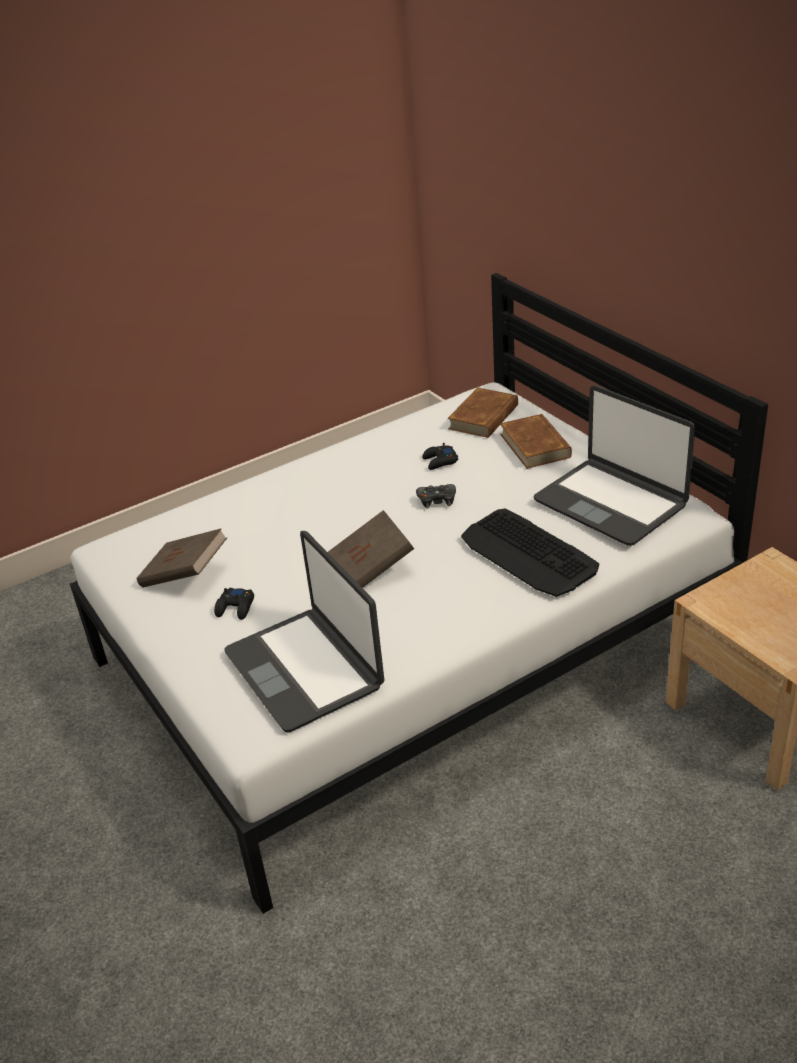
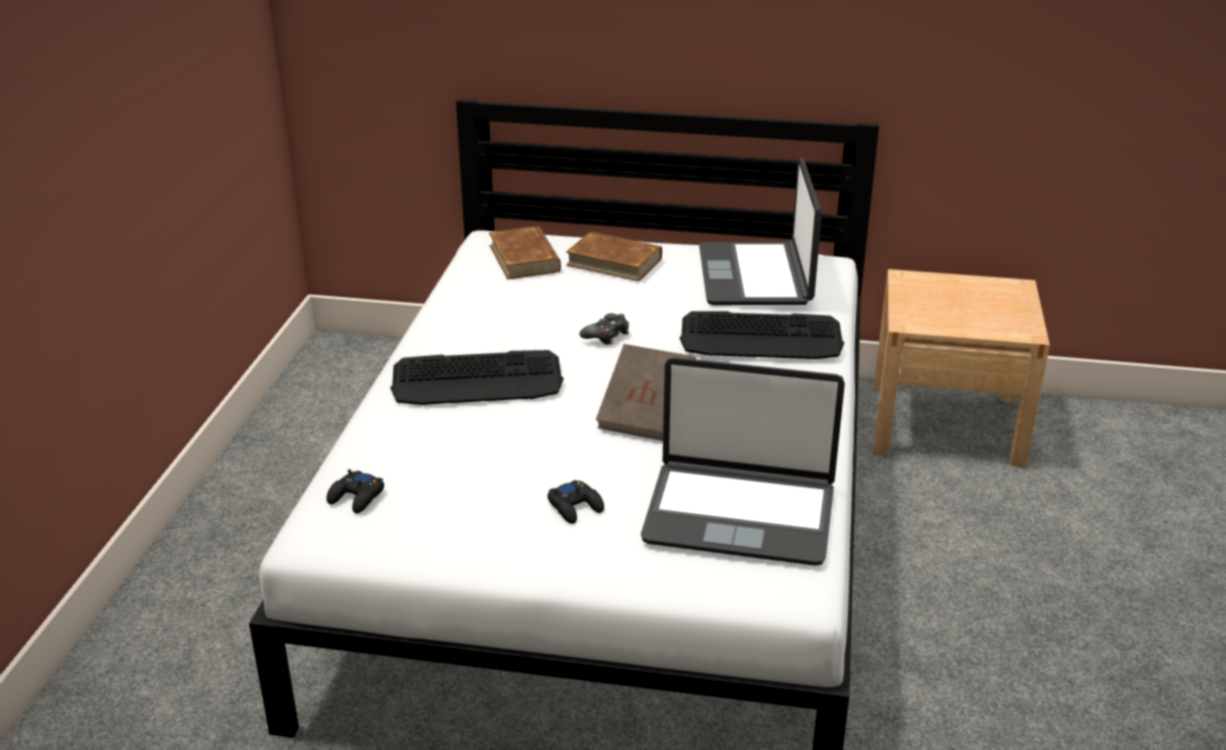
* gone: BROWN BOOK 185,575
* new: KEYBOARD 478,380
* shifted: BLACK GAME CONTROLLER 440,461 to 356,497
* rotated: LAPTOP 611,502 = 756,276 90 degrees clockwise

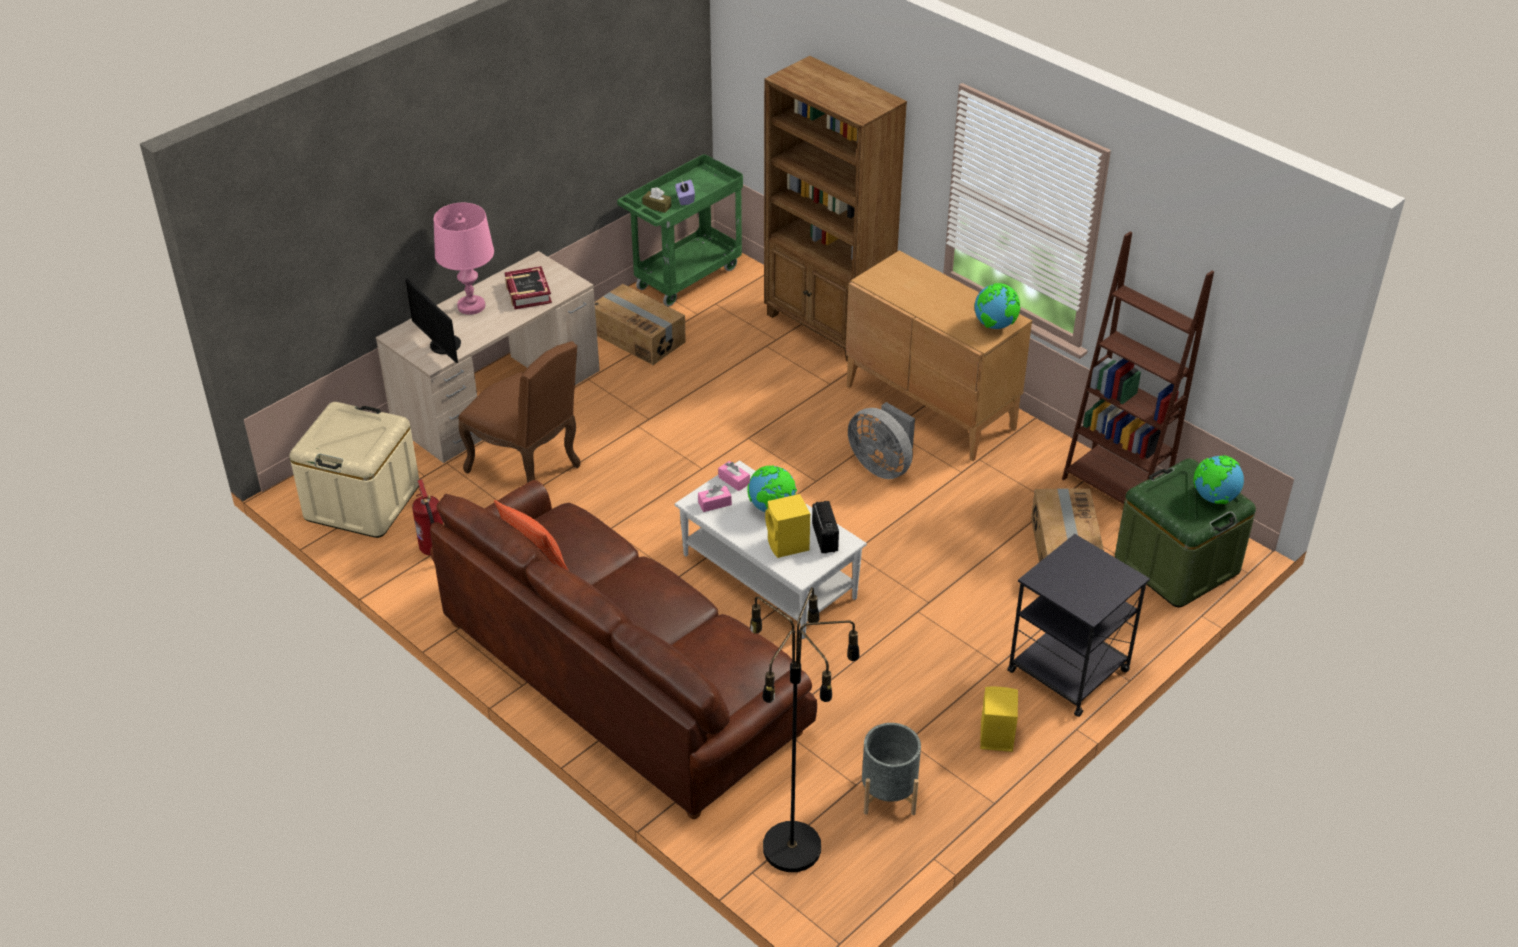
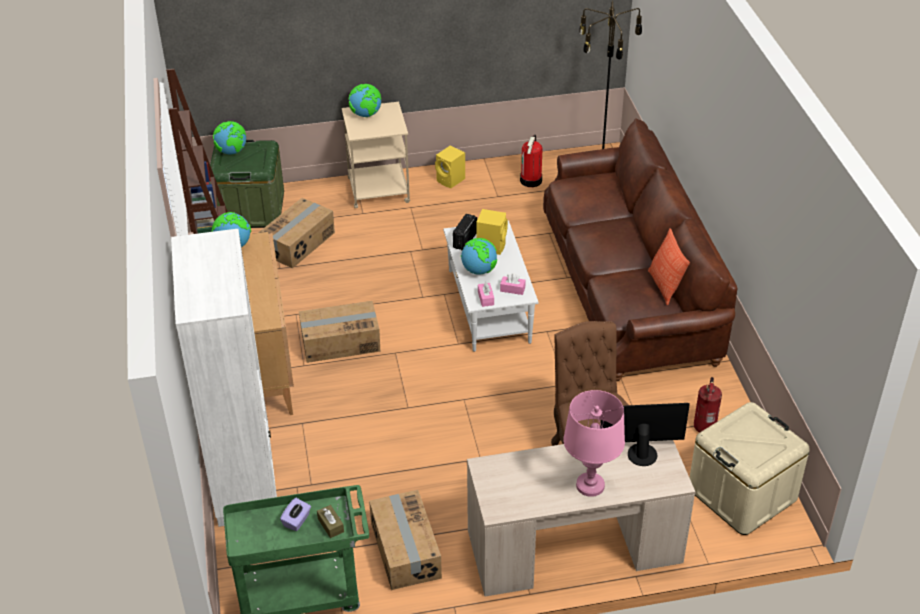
* gone: BOOK 528,293
* new: GLOBE 366,115
* swapped: GREY FAN 882,466 to CARDBOARD BOX 340,342
* swapped: GREY PLANTER 888,794 to FIRE EXTINGUISHER 531,181
* repainted: BROWN BOOKCASE 828,328 to WHITE BOOKCASE 244,477
* repainted: BLACK CART 1067,672 to BEIGE CART 379,189
* rotated: MONITOR 442,346 = 641,452 90 degrees counterclockwise

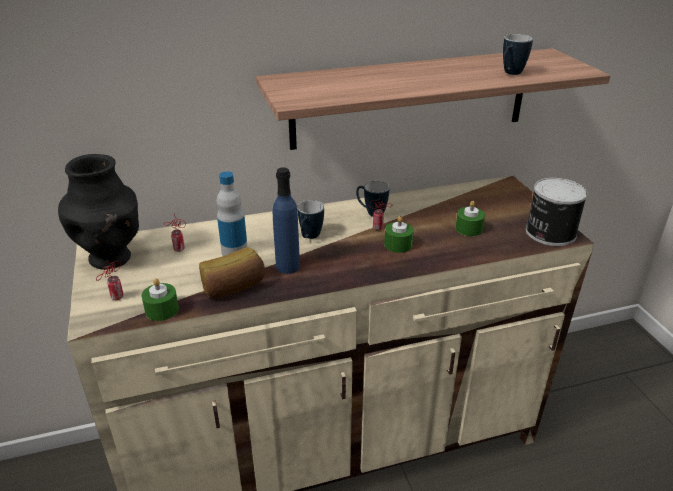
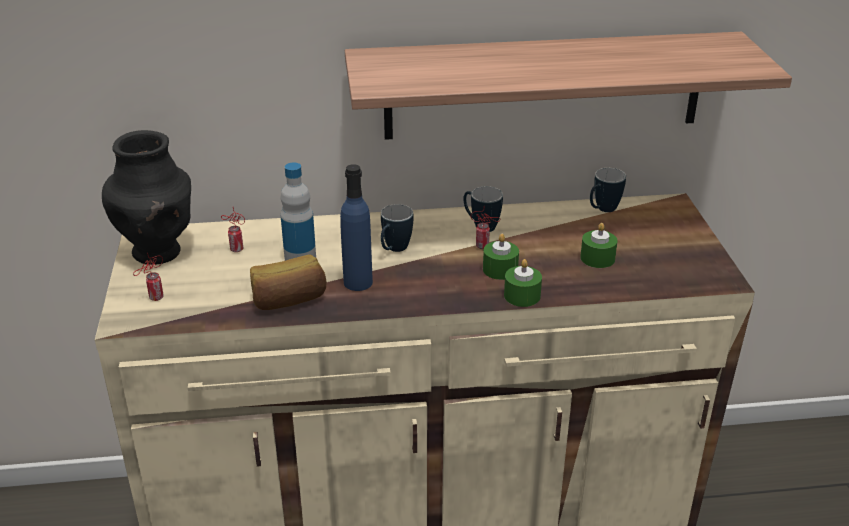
* gone: CAN 549,232
* shifted: GREEN CANDLE 162,310 to 522,296
* shifted: MUG 510,74 to 602,210

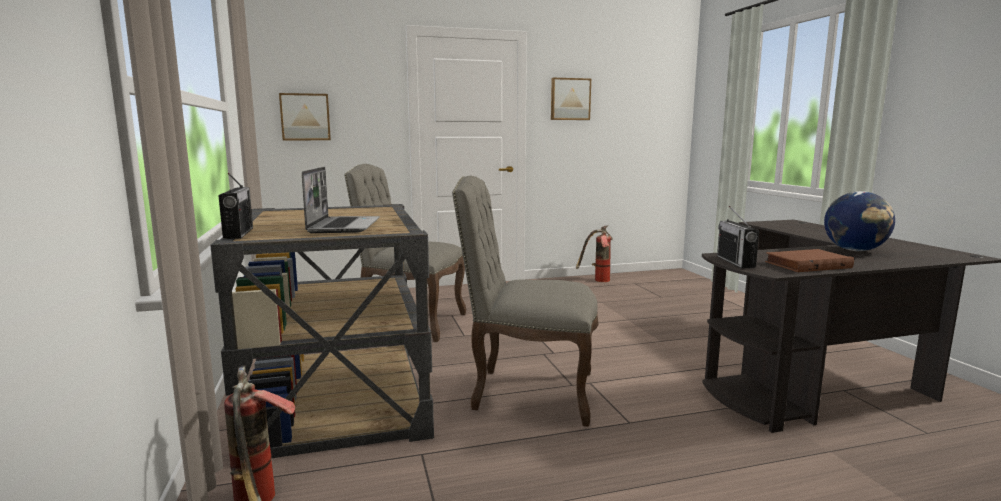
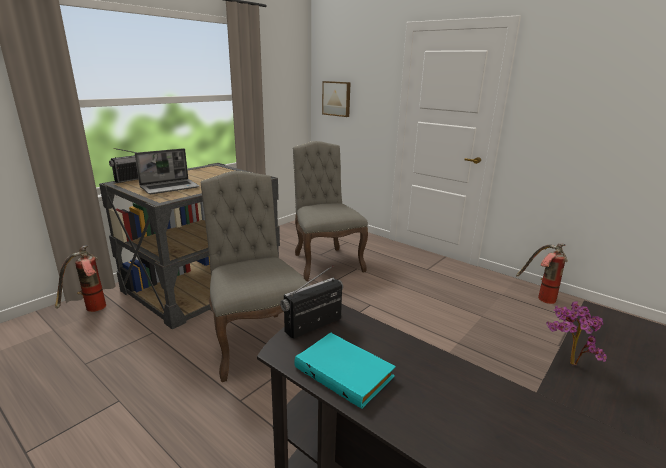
* gone: PICTURE 570,99
* gone: GLOBE 855,250
* new: POTTED PLANT 567,363
* repainted: BROWN BOOK 807,264 to TURQUOISE BOOK 346,371

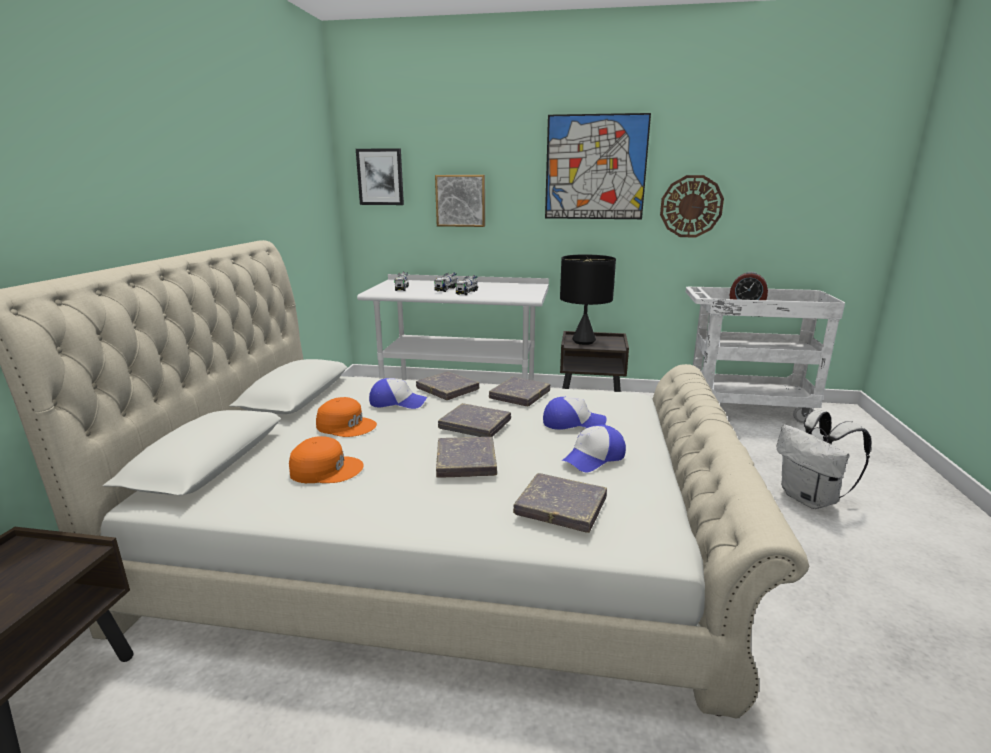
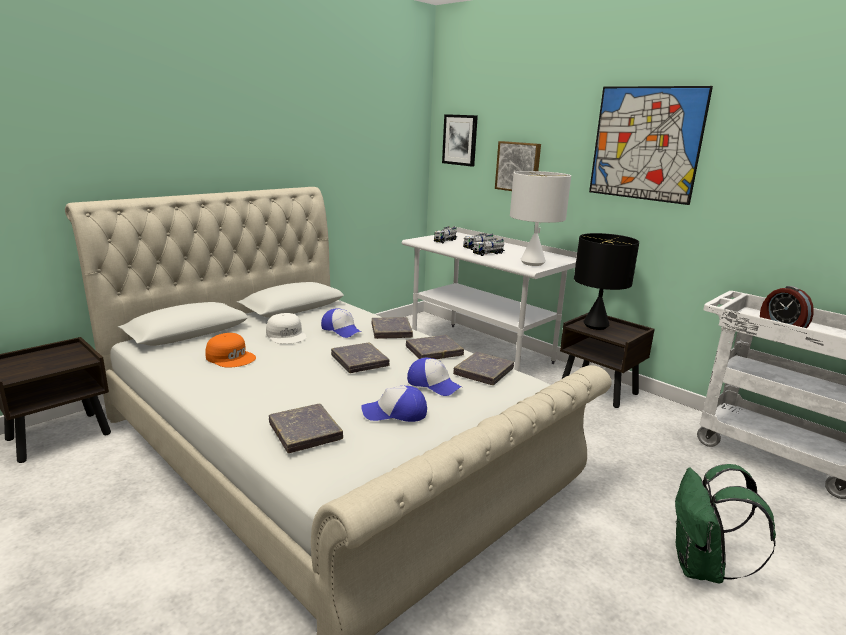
* gone: WALL CLOCK 691,206
* new: WHITE TABLE LAMP 532,263
* shifted: GREY BOOK 466,461 to 483,372
* repainted: ORANGE CAP 346,425 to WHITE CAP 287,335
* repainted: WHITE BACKPACK 810,499 to GREEN BACKPACK 701,568

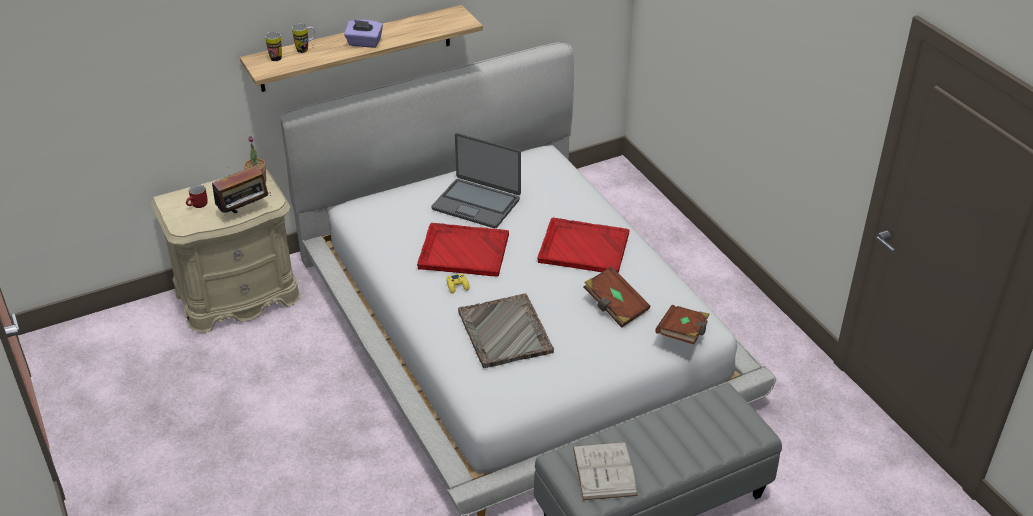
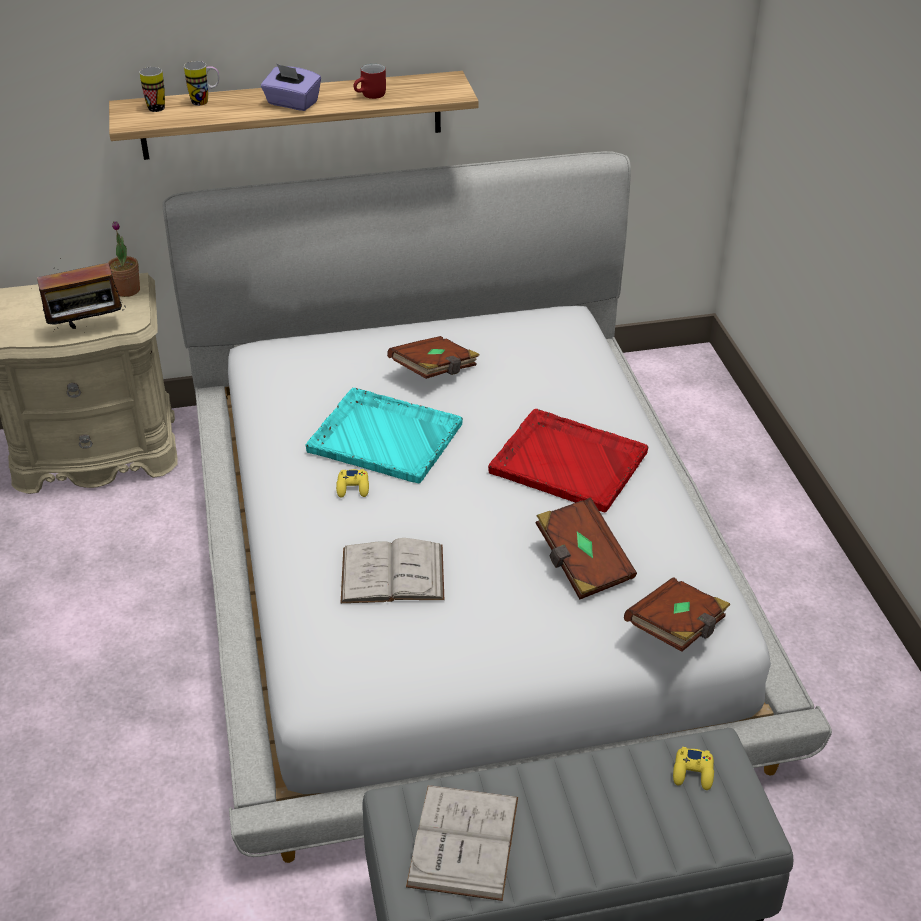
* new: YELLOW GAME CONTROLLER 693,772
* shifted: RED MUG 198,205 to 371,96
* swapped: LAPTOP 476,204 to BROWN BOOK 435,371
* swapped: GREY TRAY 505,333 to WHITE BOOK 392,573
* repainted: RED TRAY 462,251 to TURQUOISE TRAY 383,437

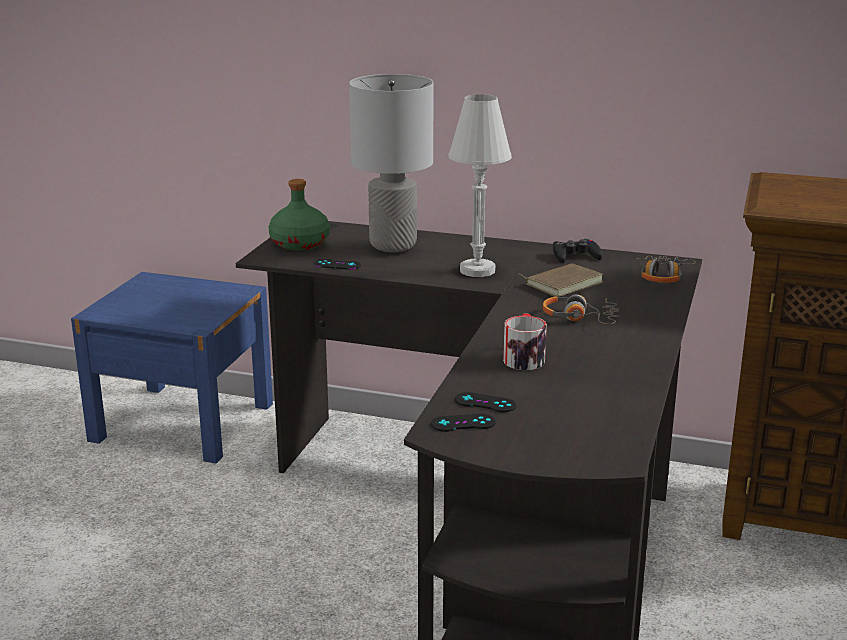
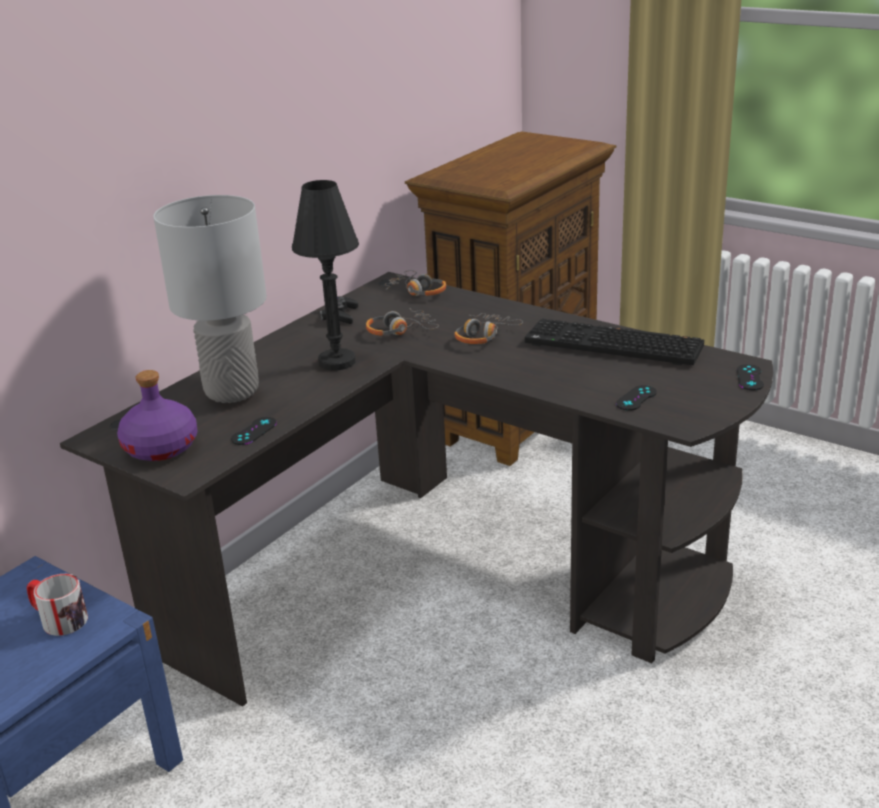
* new: KEYBOARD 610,346
* shifted: BLACK GAME CONTROLLER 463,423 to 750,378
* shifted: MUG 524,357 to 58,619
* swapped: BROWN BOOK 562,283 to HEADPHONES 400,331
* repainted: GREEN BOTTLE 300,243 to PURPLE BOTTLE 162,447
* repainted: WHITE TABLE LAMP 477,270 to BLACK TABLE LAMP 337,362

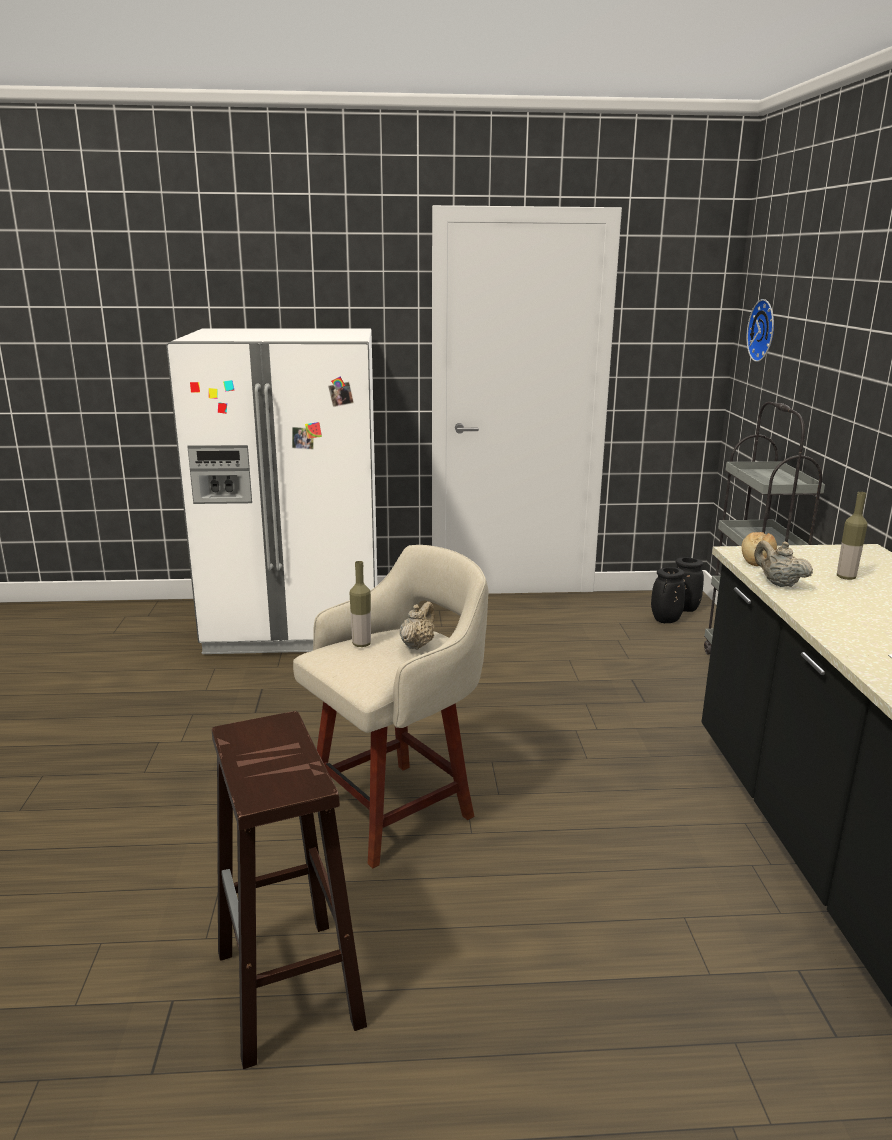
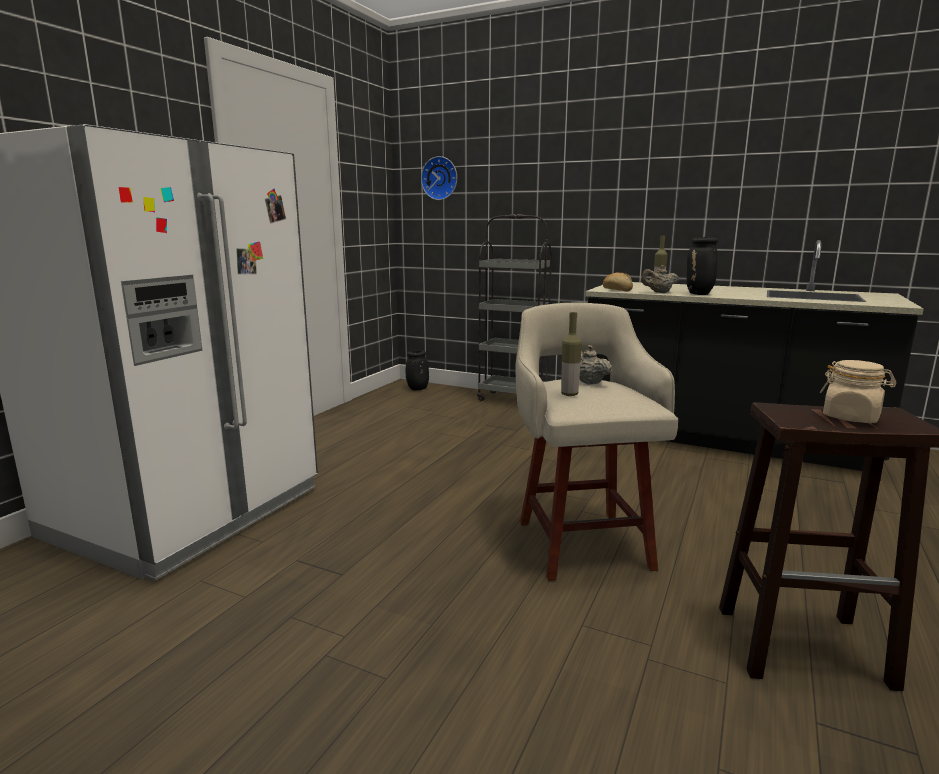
* new: BEIGE JAR 851,417
* shifted: BLACK VASE 665,621 to 699,294

